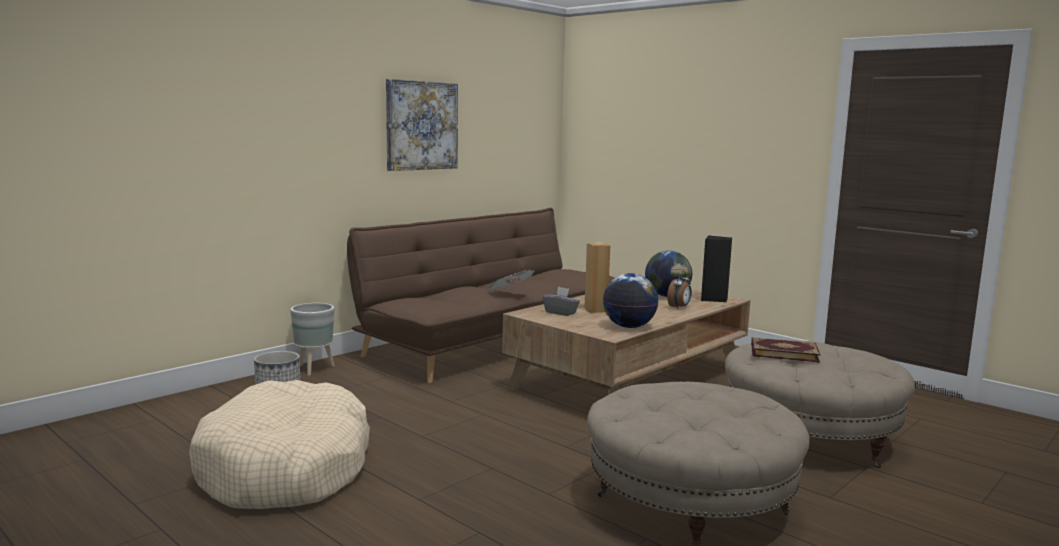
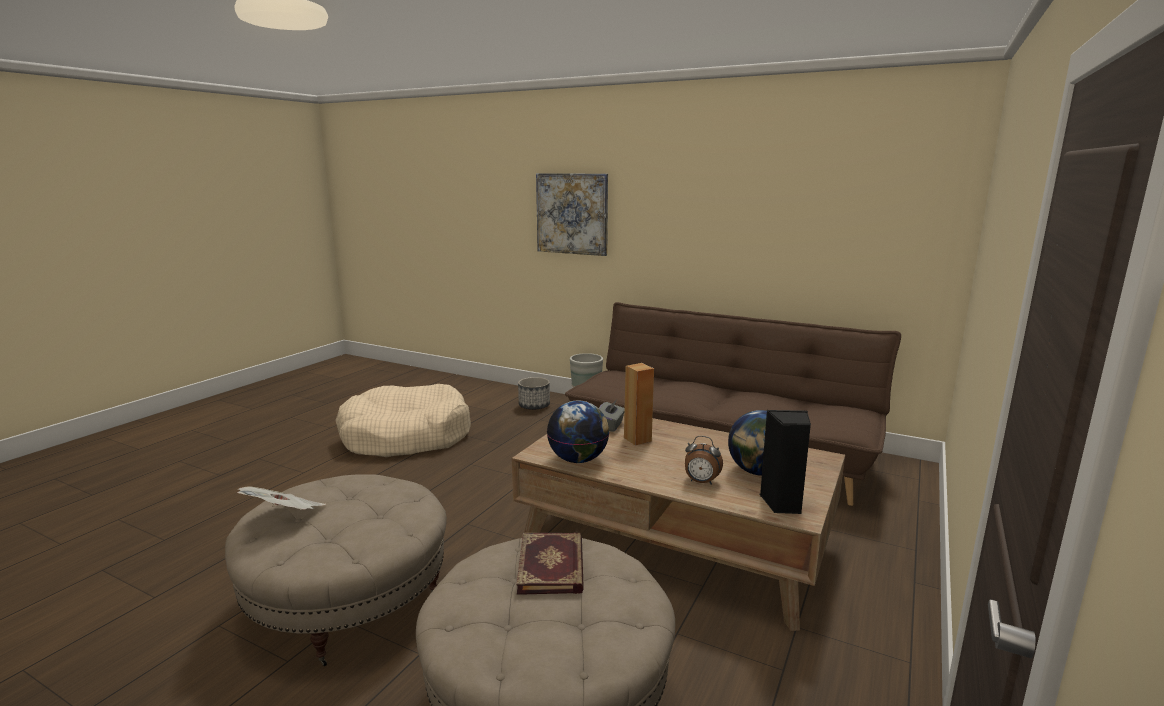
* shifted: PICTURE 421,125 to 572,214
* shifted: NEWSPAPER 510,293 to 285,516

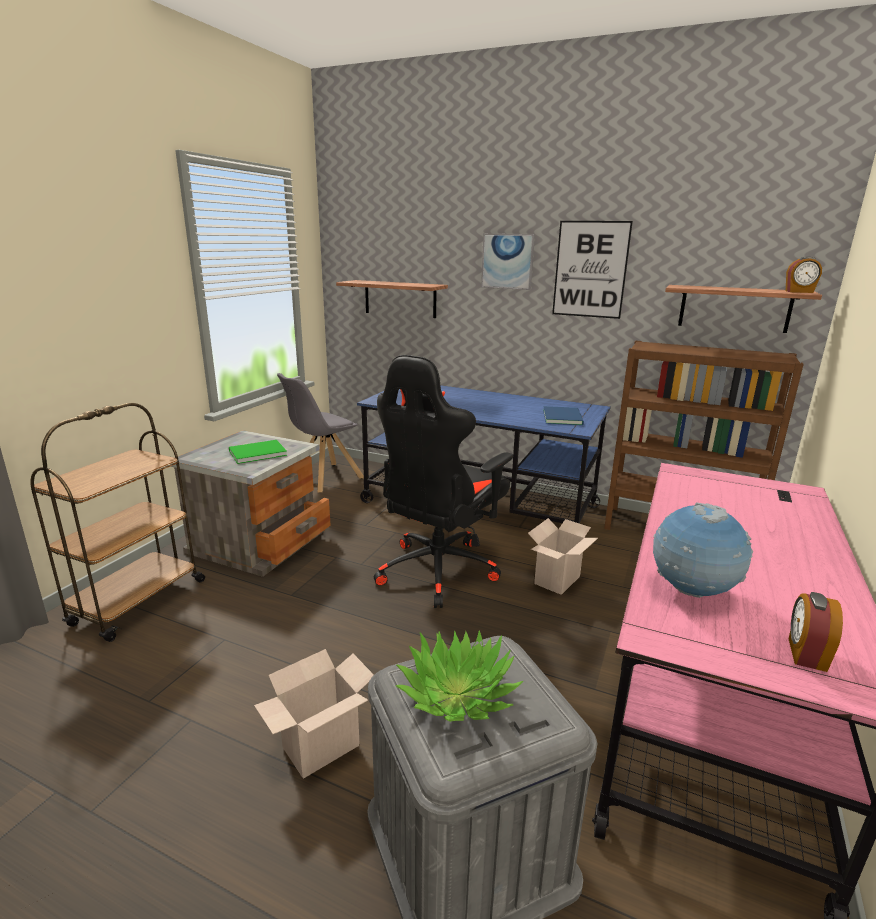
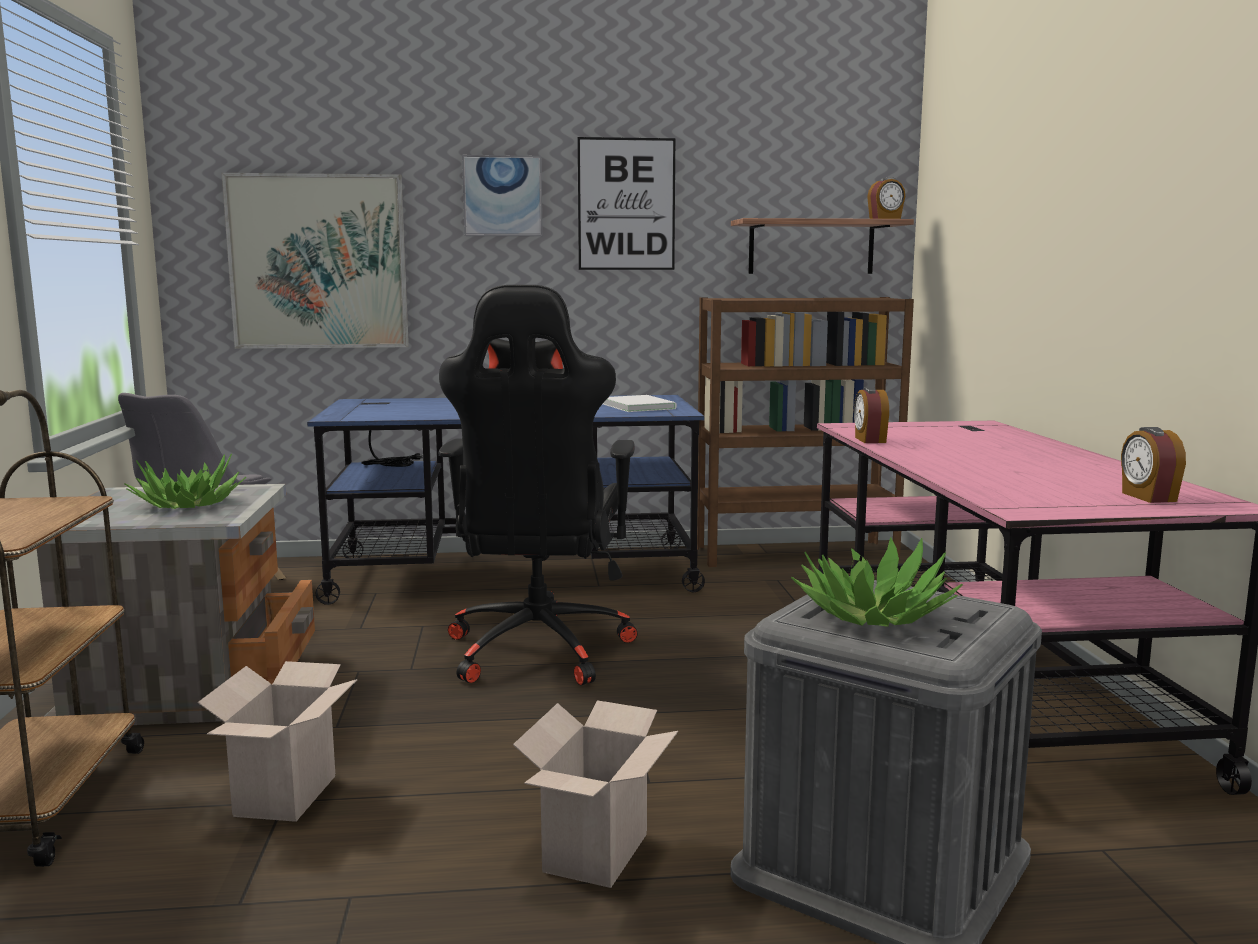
* gone: GLOBE 691,592
* new: ALARM CLOCK 869,440
* shifted: CARDBOARD BOX 557,581 to 287,797
* swapped: GREEN BOOK 255,453 to POTTED PLANT 188,504
* swapped: SHELF 400,299 to PICTURE 318,262
* repainted: BLUE BOOK 563,417 to WHITE BOOK 639,406

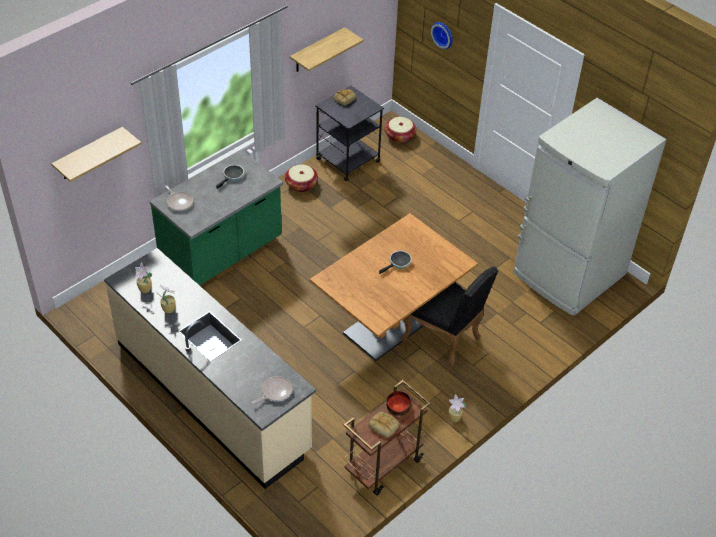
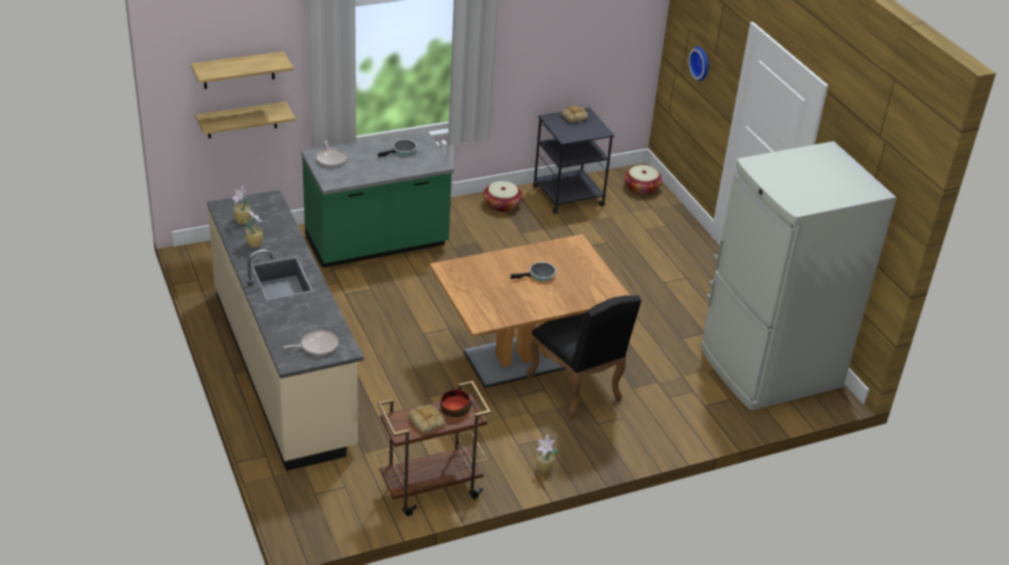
* shifted: SHELF 317,50 to 242,120

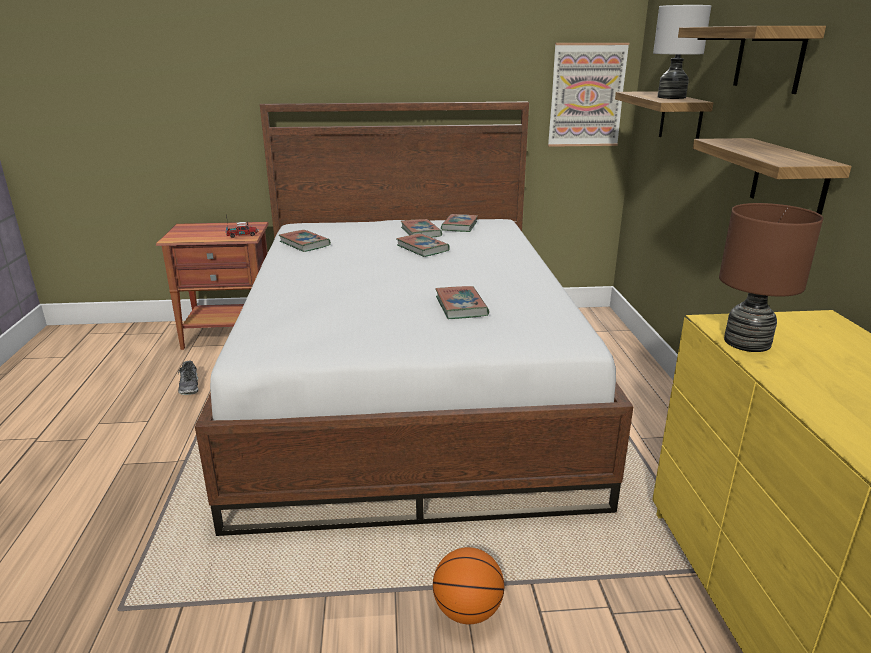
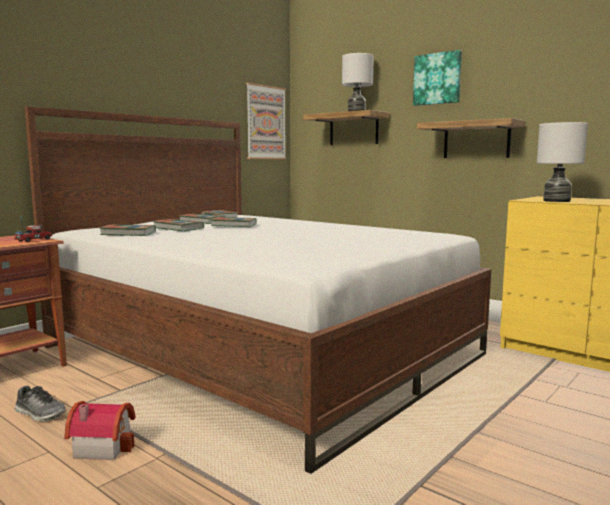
* gone: BASKETBALL 467,611
* new: TOY HOUSE 103,446
* shifted: BOOK 461,306 to 178,228
* swapped: SHELF 769,58 to PICTURE 437,79
* repainted: BROWN TABLE LAMP 747,342 to GREY TABLE LAMP 556,201

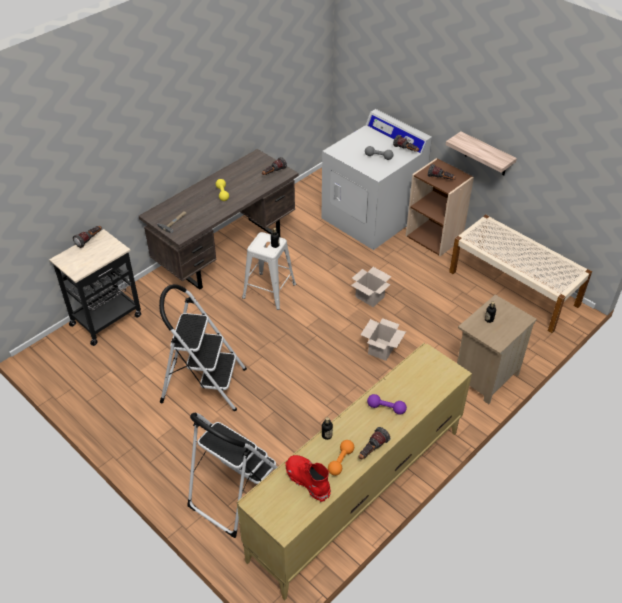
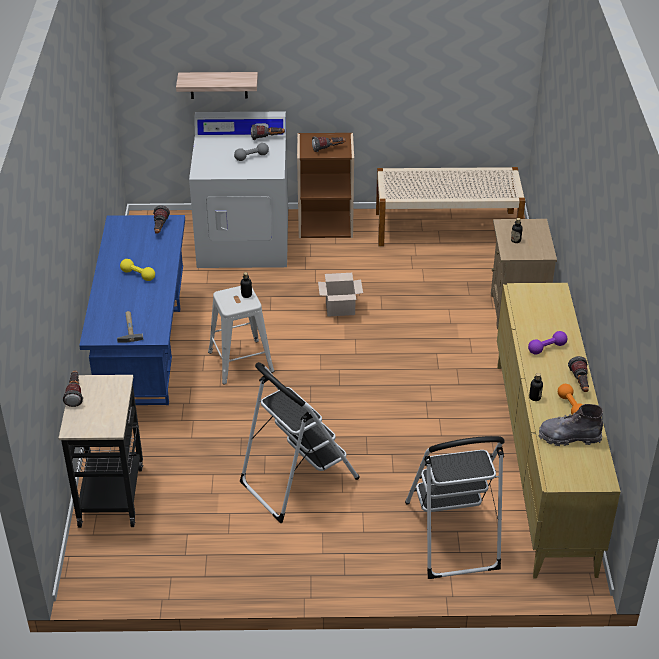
* gone: CARDBOARD BOX 381,348
* shifted: SHELF 486,154 to 218,85
* repainted: BROWN DESK 226,251 to BLUE DESK 144,354
* repainted: RED BOOT 307,481 to GREY BOOT 569,437

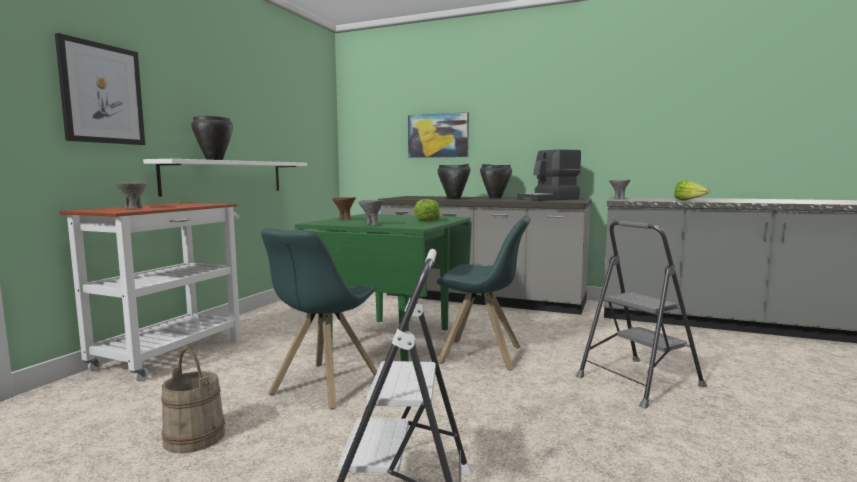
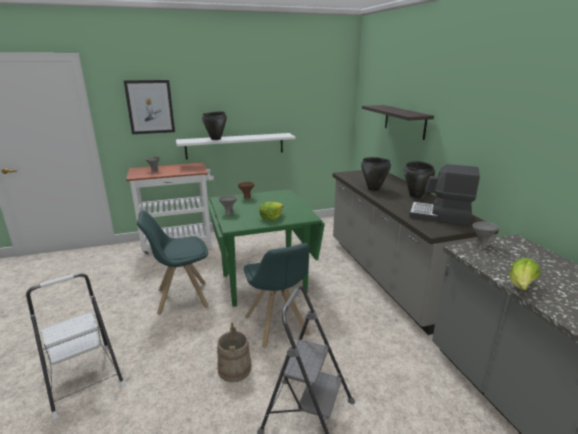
* shifted: BEIGE BUCKET 195,437 to 235,369
* swapped: PICTURE 438,135 to SHELF 404,121

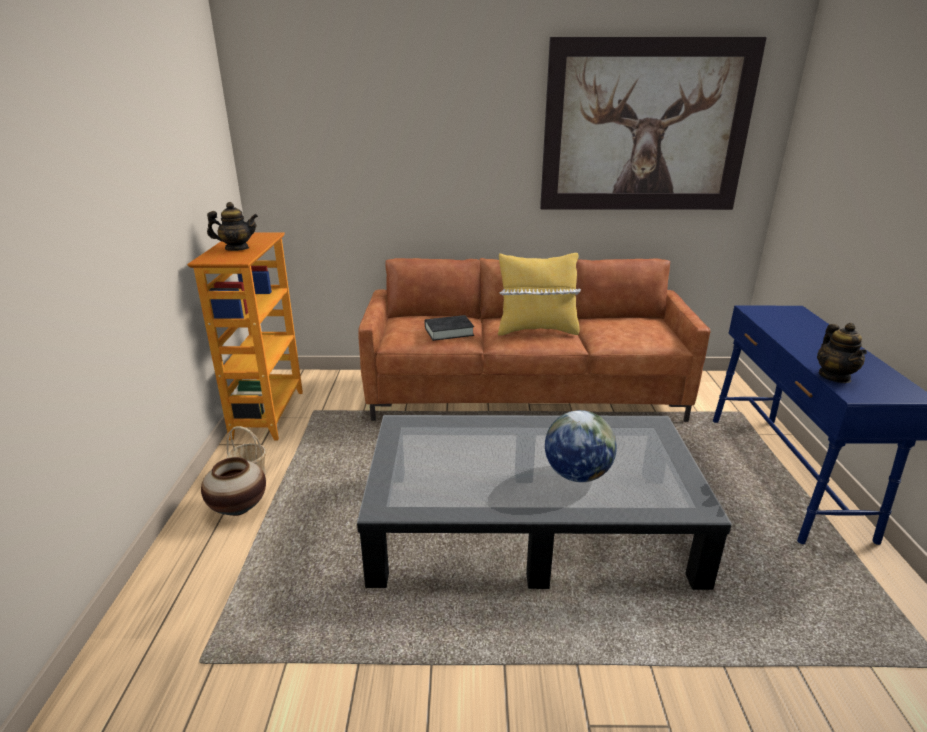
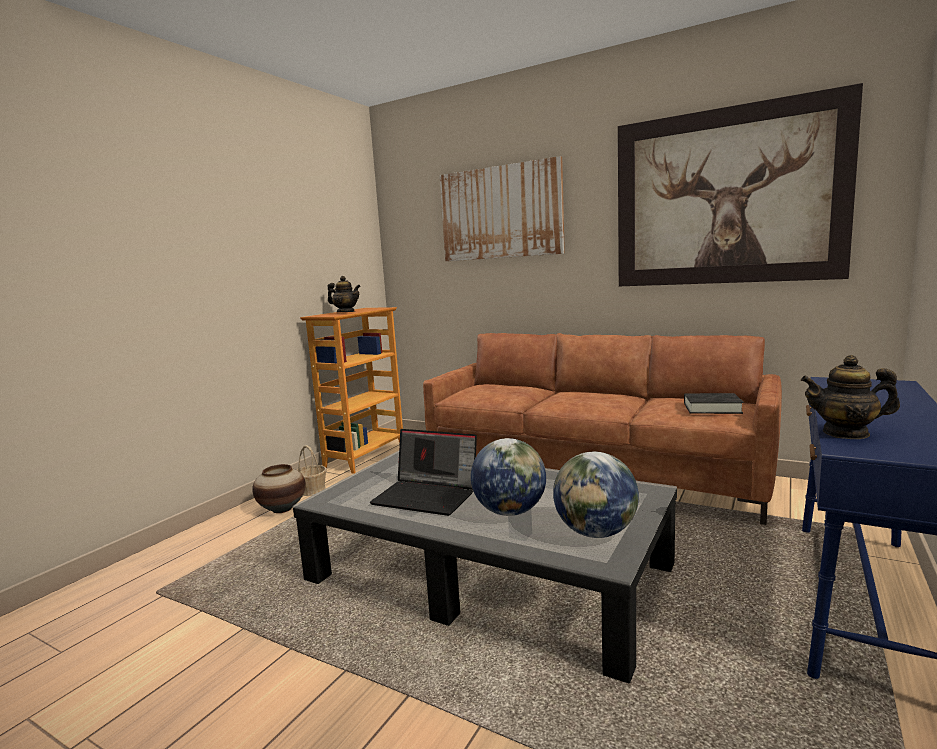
* gone: YELLOW PILLOW 536,330
* new: LAPTOP 428,496
* new: PICTURE 500,212
* new: GLOBE 596,533
* shifted: BLACK BOOK 449,331 to 712,408
* rotated: TEAPOT 834,376 = 846,433 75 degrees clockwise

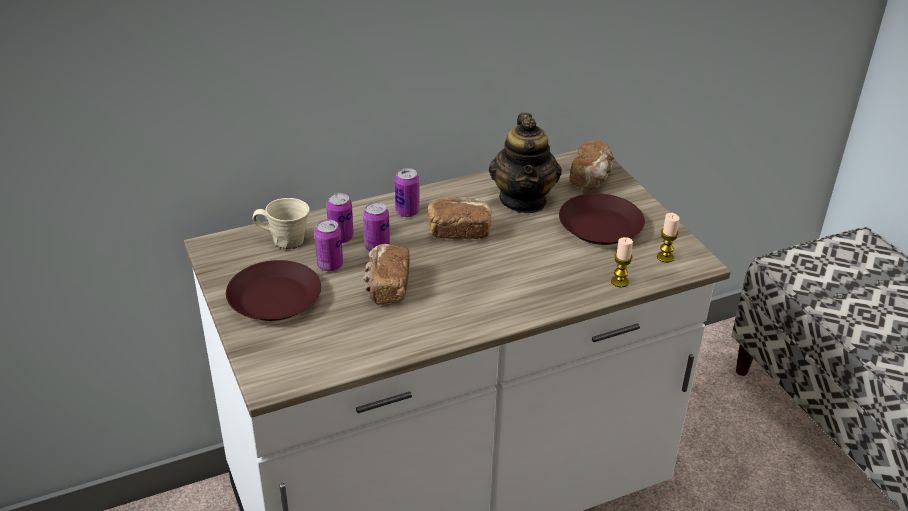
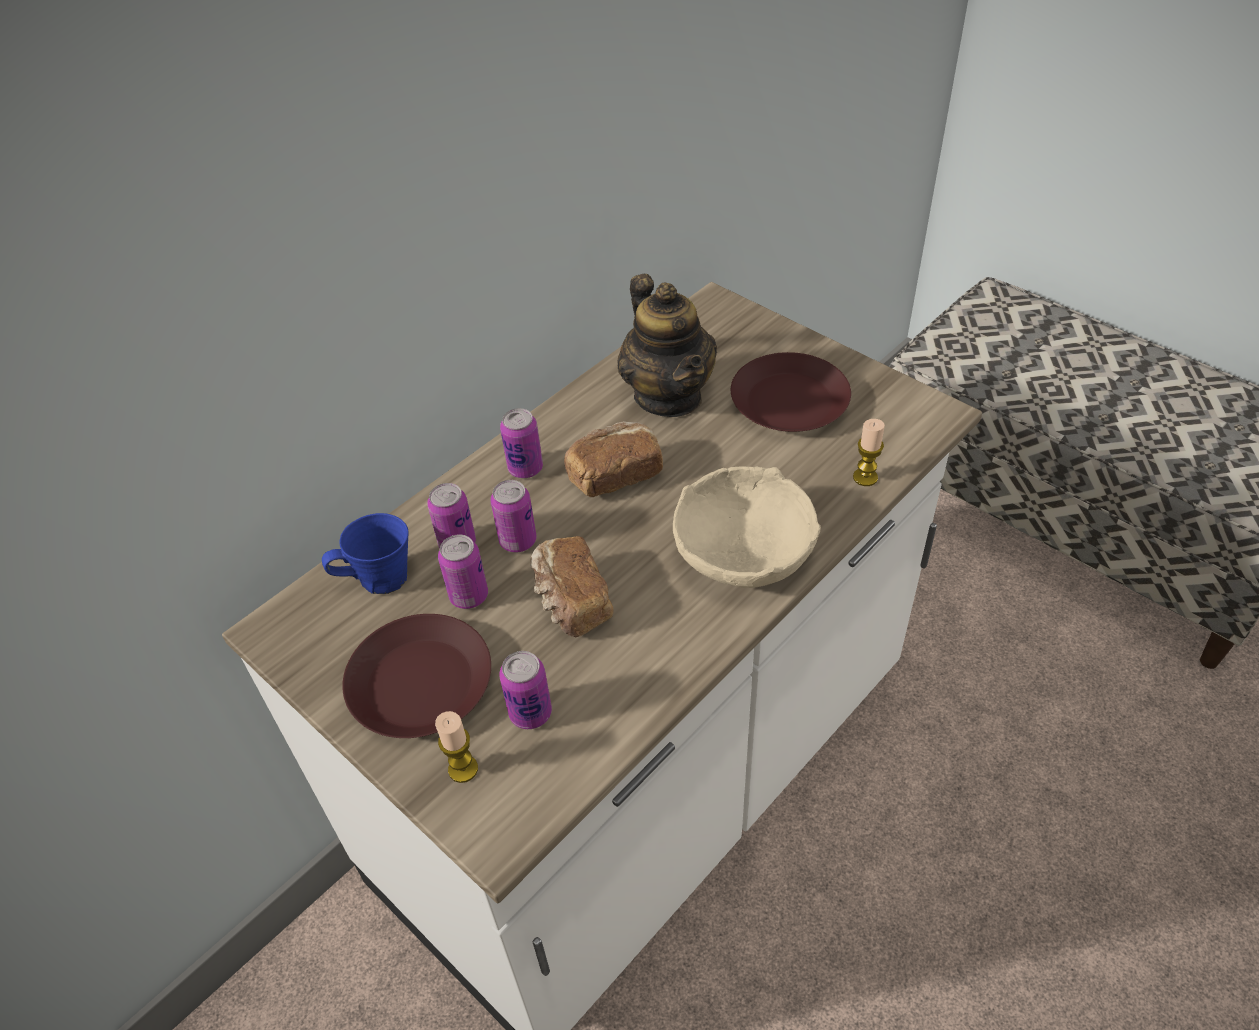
* gone: BREAD 591,178
* new: CAN 530,713
* new: BEIGE BOWL 745,553
* shifted: CANDLE 665,257 to 463,769
* repainted: BEIGE MUG 286,241 to BLUE MUG 380,578

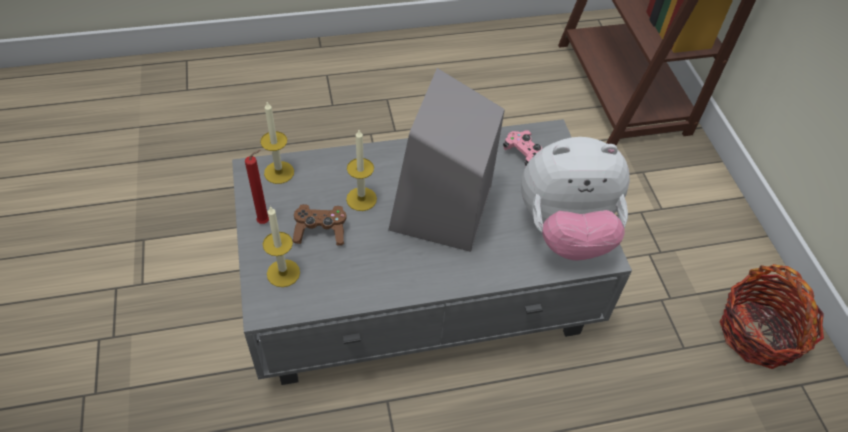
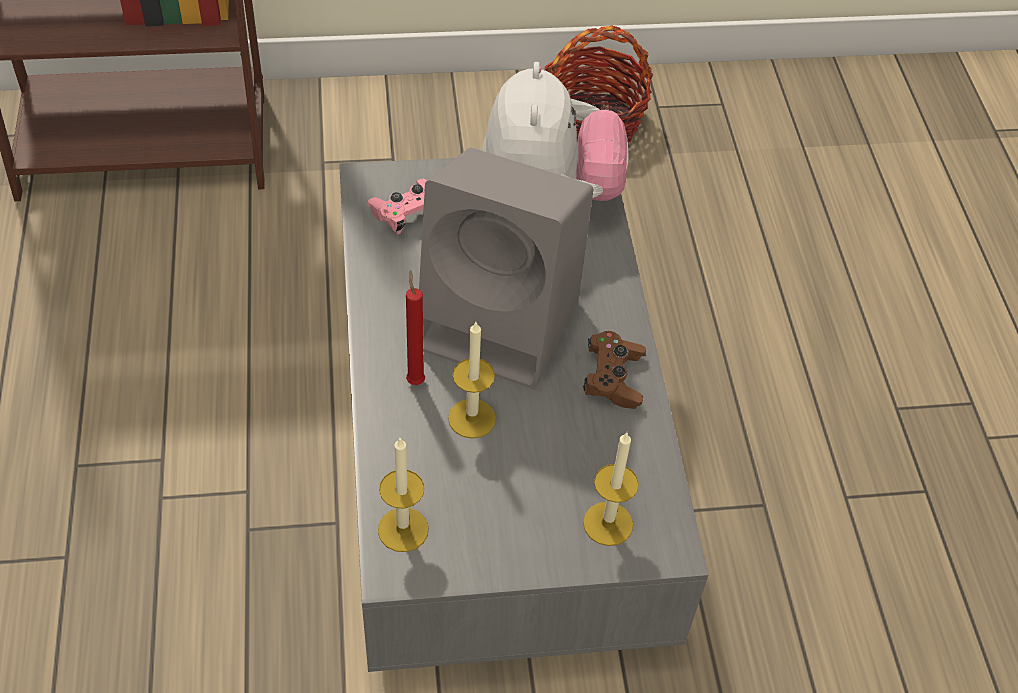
* shifted: RED CANDLE 265,221 to 415,379
* shifted: BROWN GAME CONTROLLER 320,231 to 613,379

